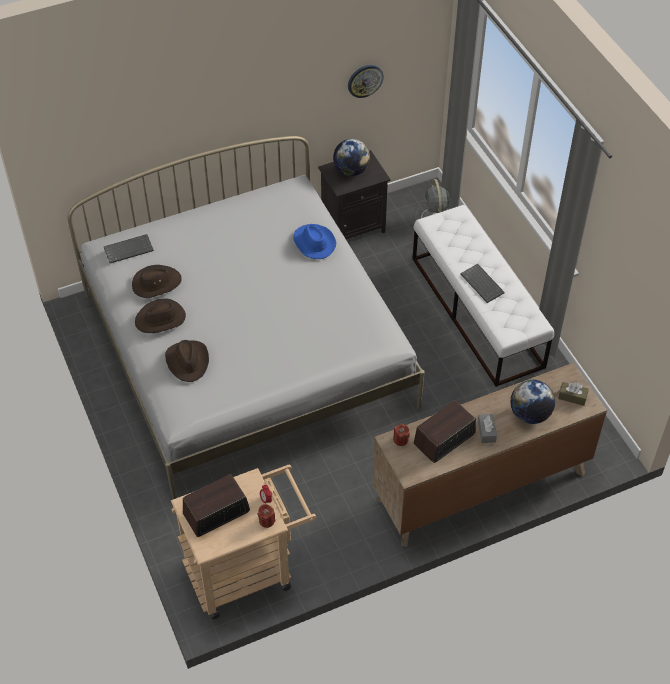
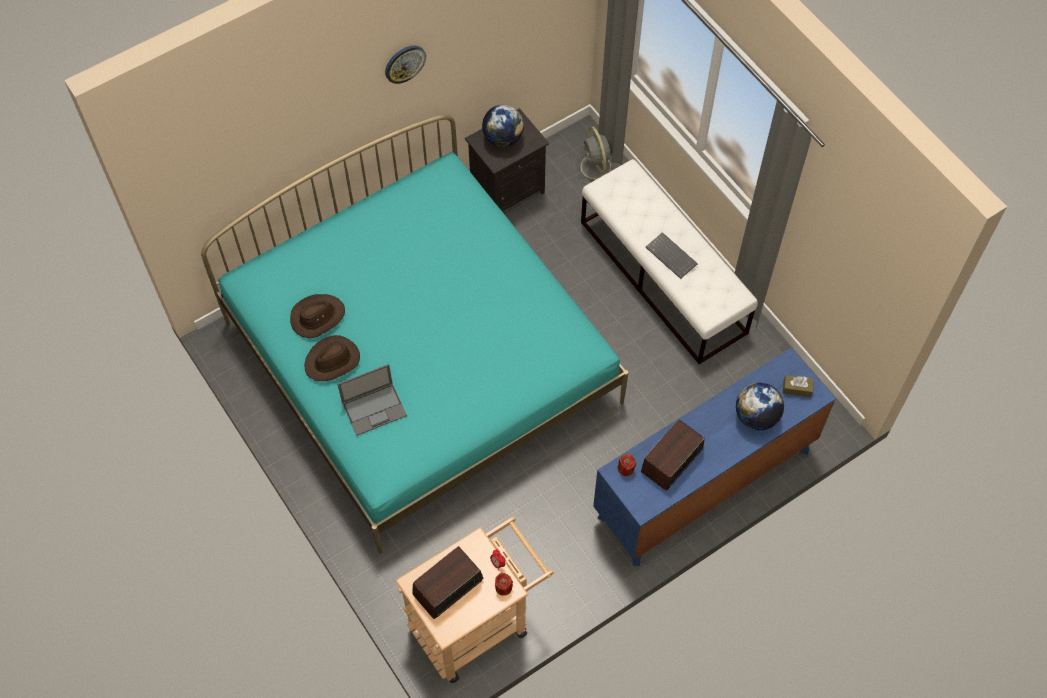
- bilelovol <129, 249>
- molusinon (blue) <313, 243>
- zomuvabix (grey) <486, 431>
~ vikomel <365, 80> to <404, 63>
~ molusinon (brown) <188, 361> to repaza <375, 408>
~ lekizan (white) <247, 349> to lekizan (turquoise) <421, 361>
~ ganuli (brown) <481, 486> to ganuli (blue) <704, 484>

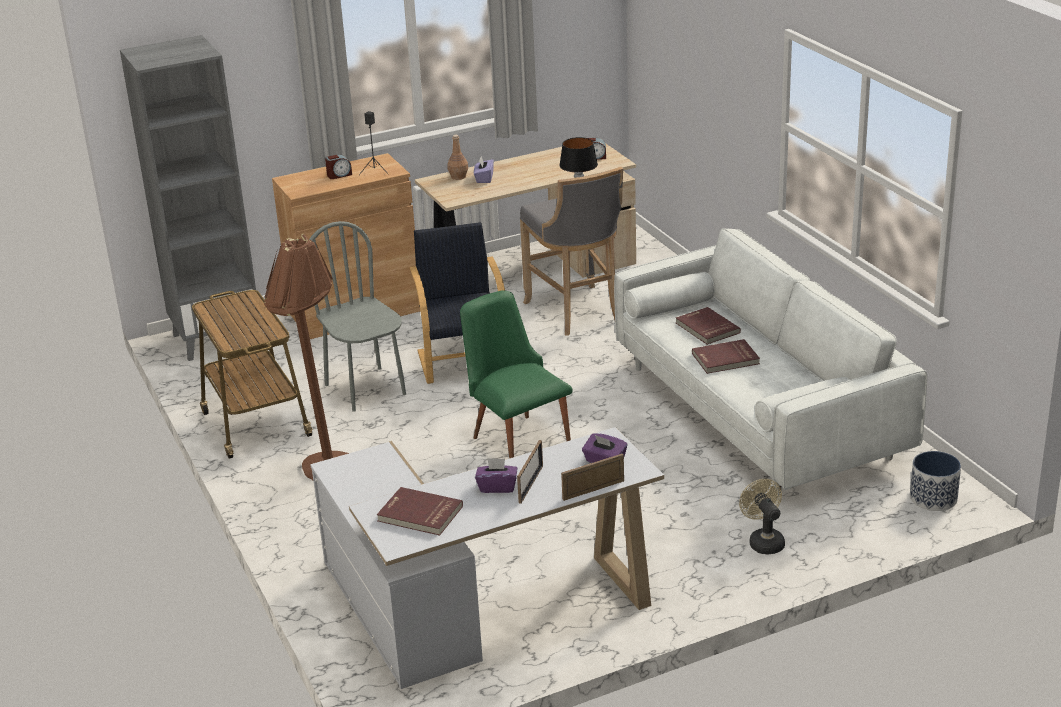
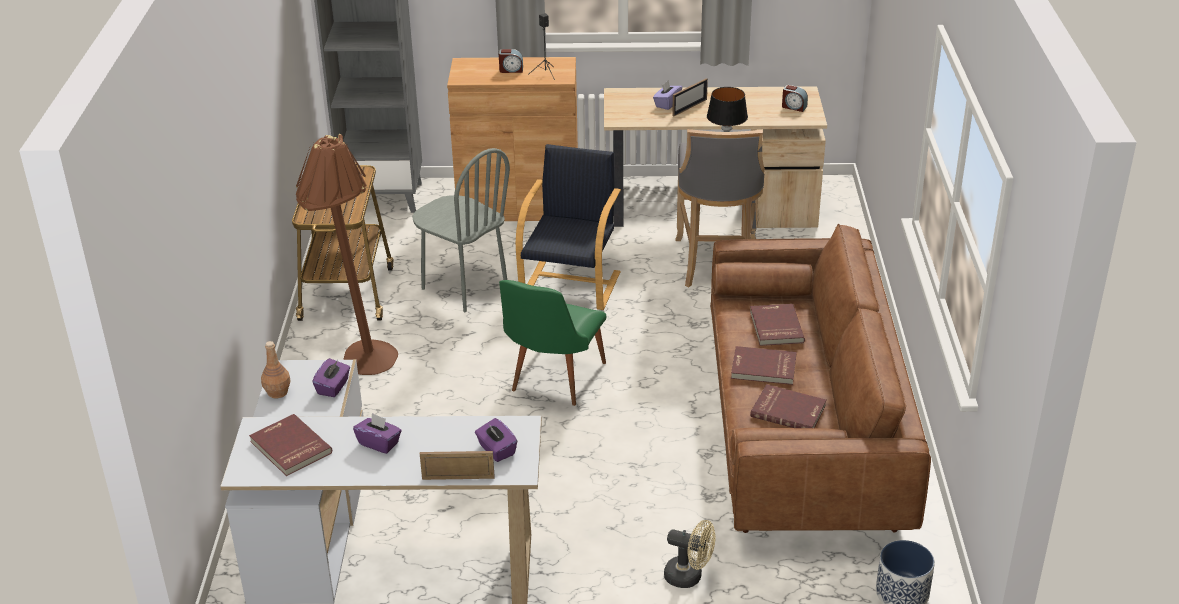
+ zomuvabix (purple) <333, 387>
+ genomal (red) <788, 410>
~ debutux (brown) <458, 177> to <277, 392>
~ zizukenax <531, 484> to <689, 107>
~ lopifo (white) <757, 412> to lopifo (brown) <802, 430>
~ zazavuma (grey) <366, 389> = <464, 287> 135 degrees clockwise
~ zazavuma (green) <516, 437> = <552, 381> 150 degrees counterclockwise
~ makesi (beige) <763, 541> = <689, 577> 105 degrees clockwise

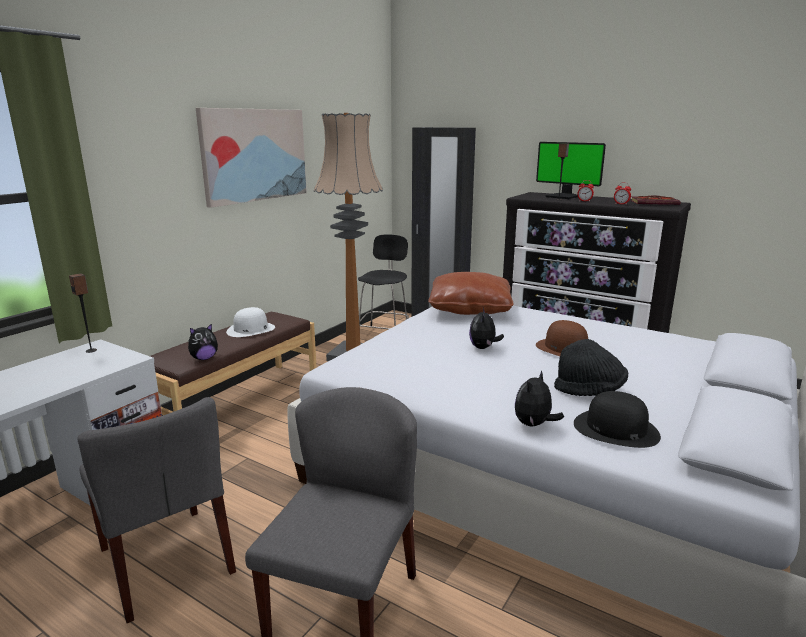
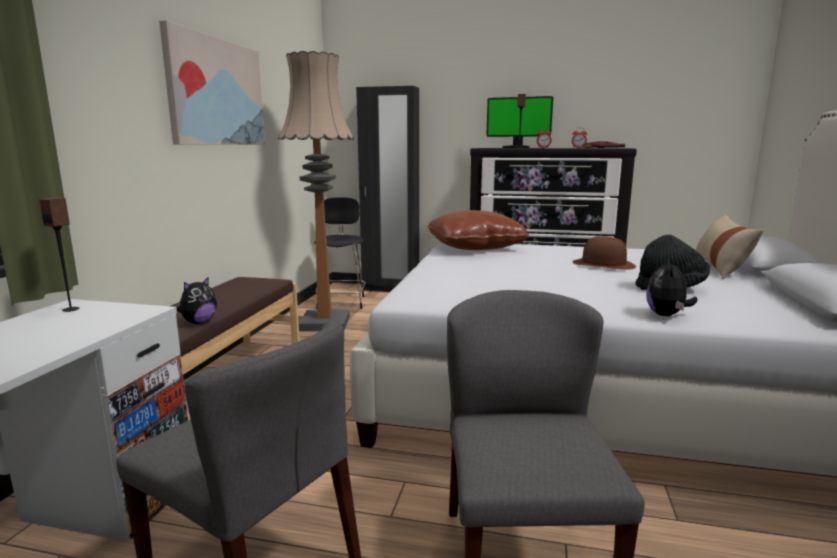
- molusinon (white) <250, 329>
- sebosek <483, 348>
- molusinon (black) <615, 429>
+ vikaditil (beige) <721, 266>

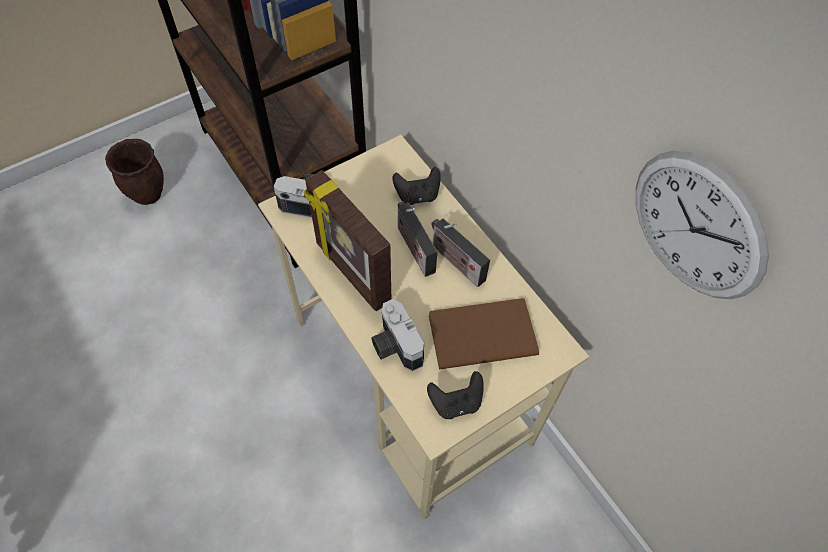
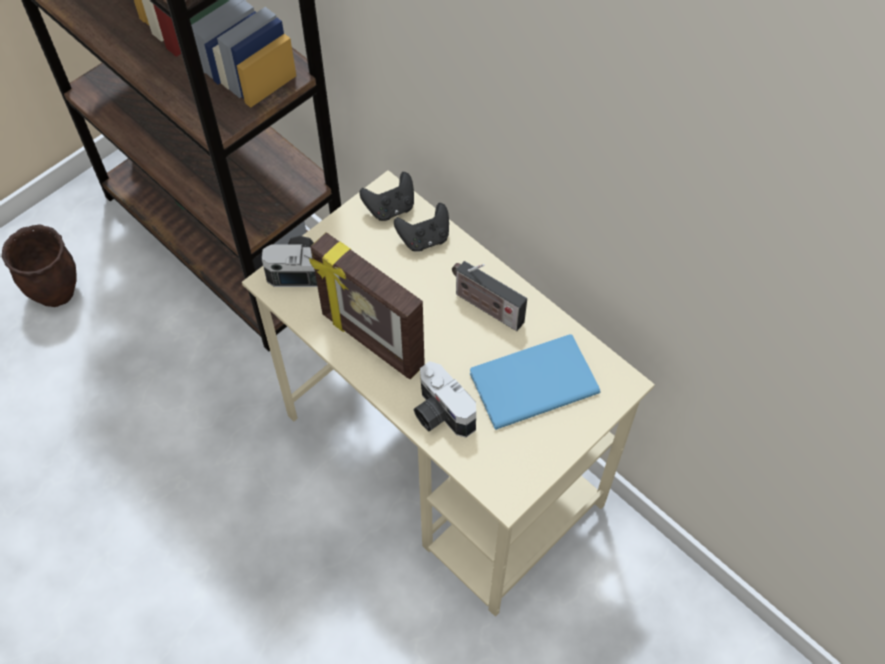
- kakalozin <414, 247>
- vikomel <697, 226>
~ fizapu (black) <456, 402> to <390, 208>
~ genomal (brown) <479, 332> to genomal (blue) <529, 381>

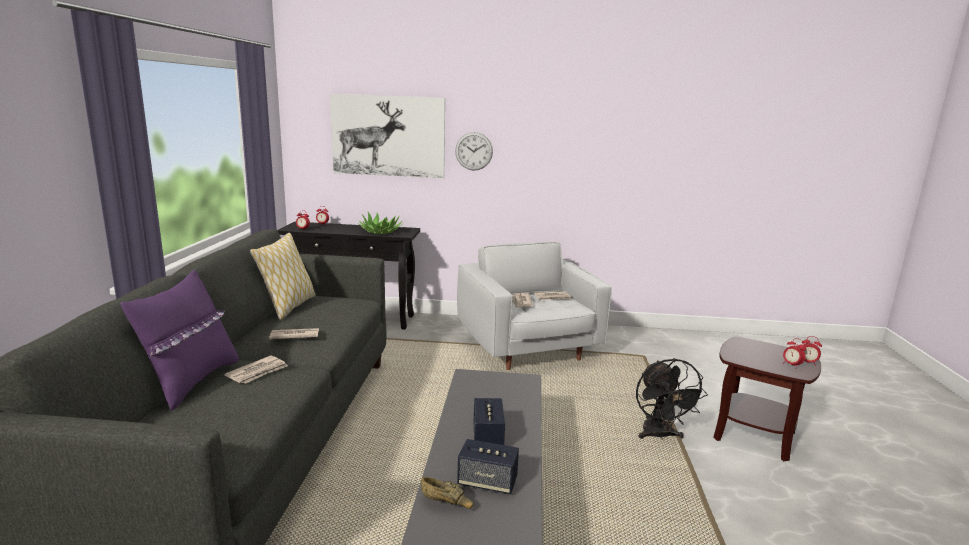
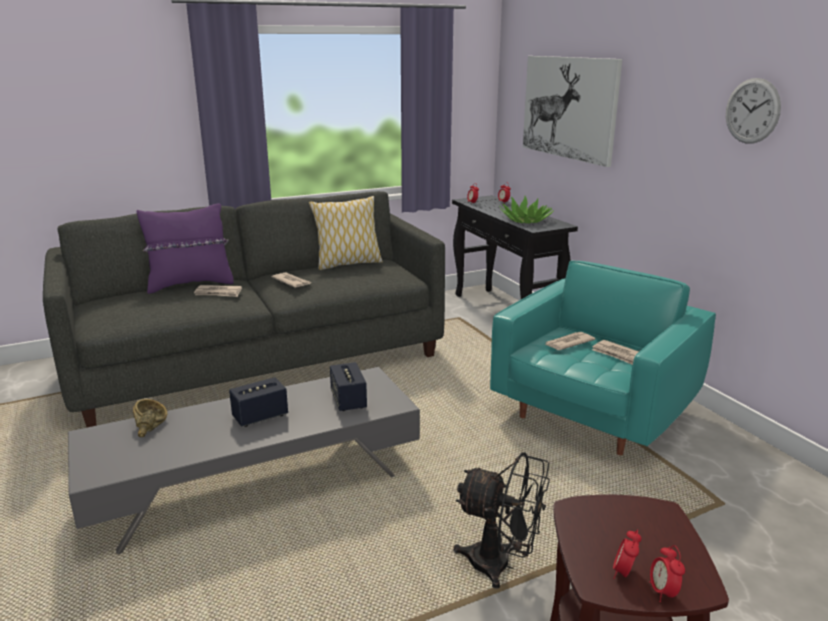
~ vikomel <474, 151> to <752, 111>
~ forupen <487, 482> to <348, 400>
~ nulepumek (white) <528, 349> to nulepumek (turquoise) <593, 414>
~ makesi (black) <659, 436> = <500, 565> 120 degrees counterclockwise

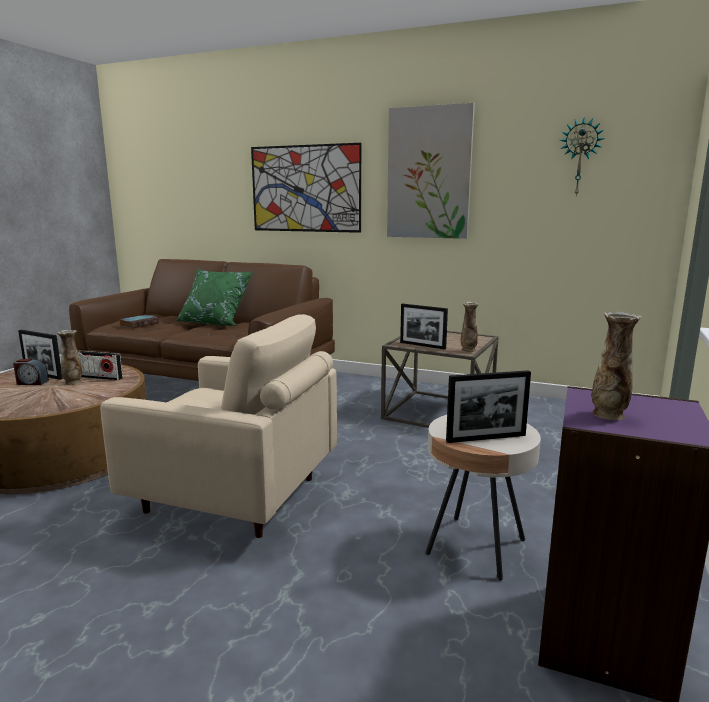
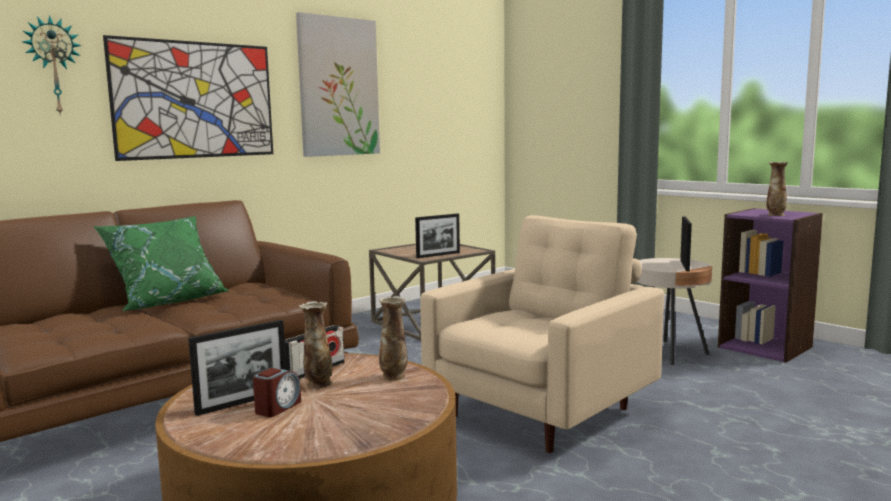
- genomal <140, 324>
~ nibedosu <468, 350> to <393, 377>
~ vikomel <580, 157> to <53, 66>

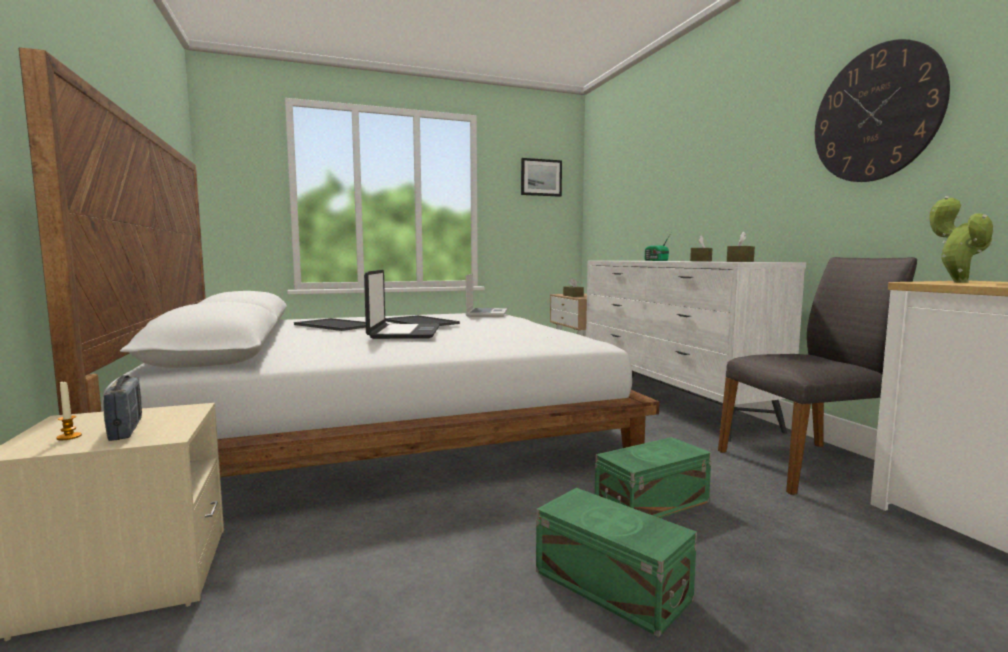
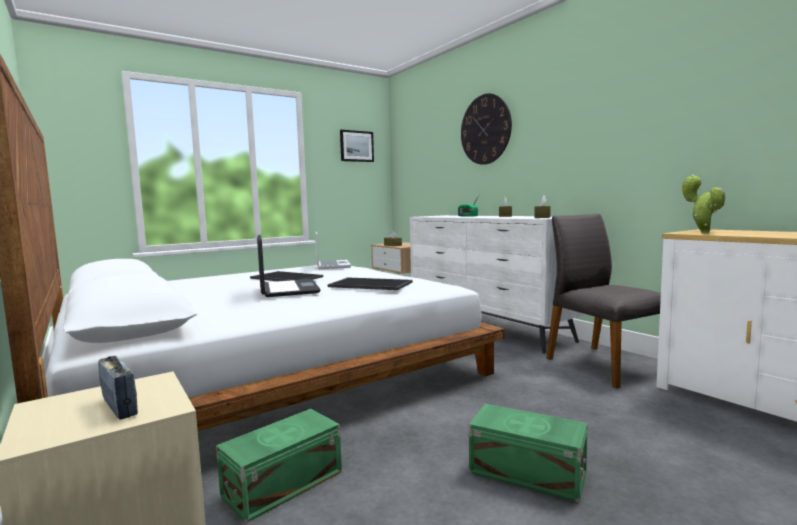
- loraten <69, 437>
~ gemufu <334, 325> to <369, 284>
~ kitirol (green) <649, 503> to <281, 484>
~ vikomel <875, 114> to <485, 129>
~ zazavuma (grey) <806, 465> = <603, 364> 90 degrees counterclockwise

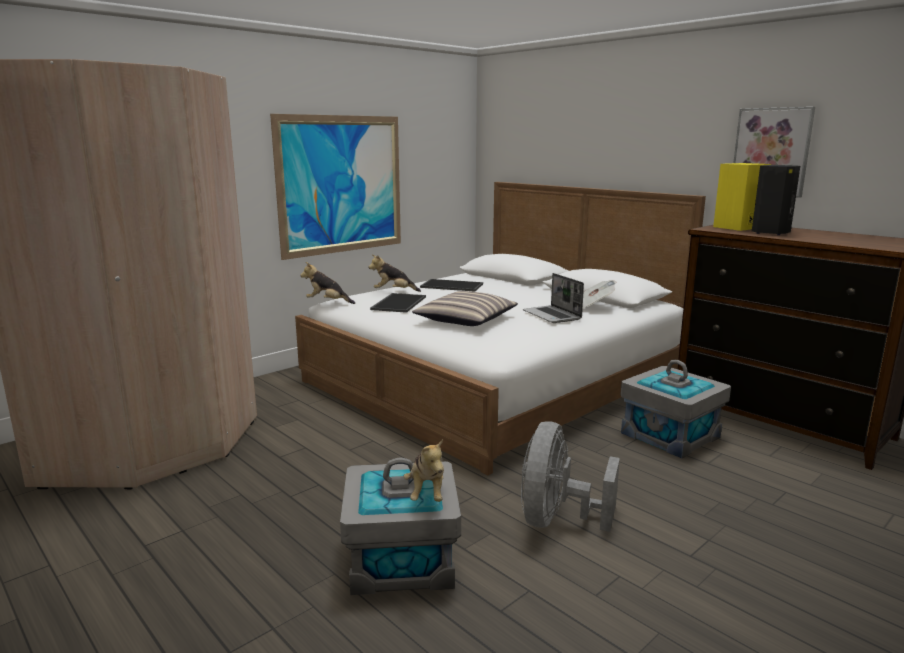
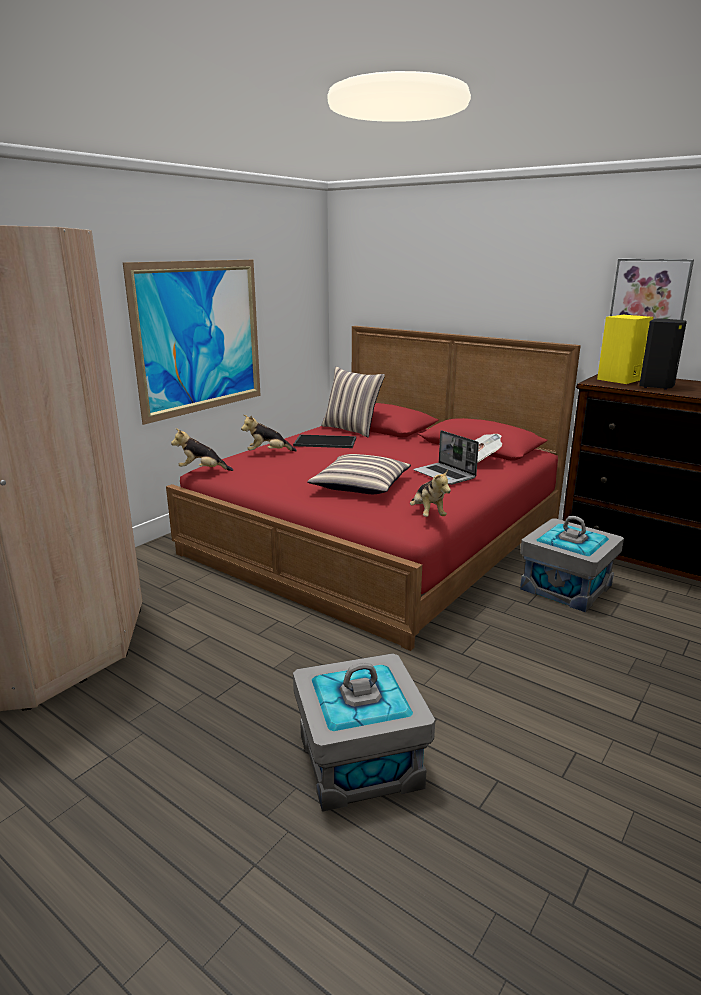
- gemufu <398, 303>
- makesi (grey) <557, 519>
+ vikaditil <351, 429>
~ sebosek <427, 493> to <427, 514>
~ lekizan (white) <494, 379> to lekizan (red) <376, 537>

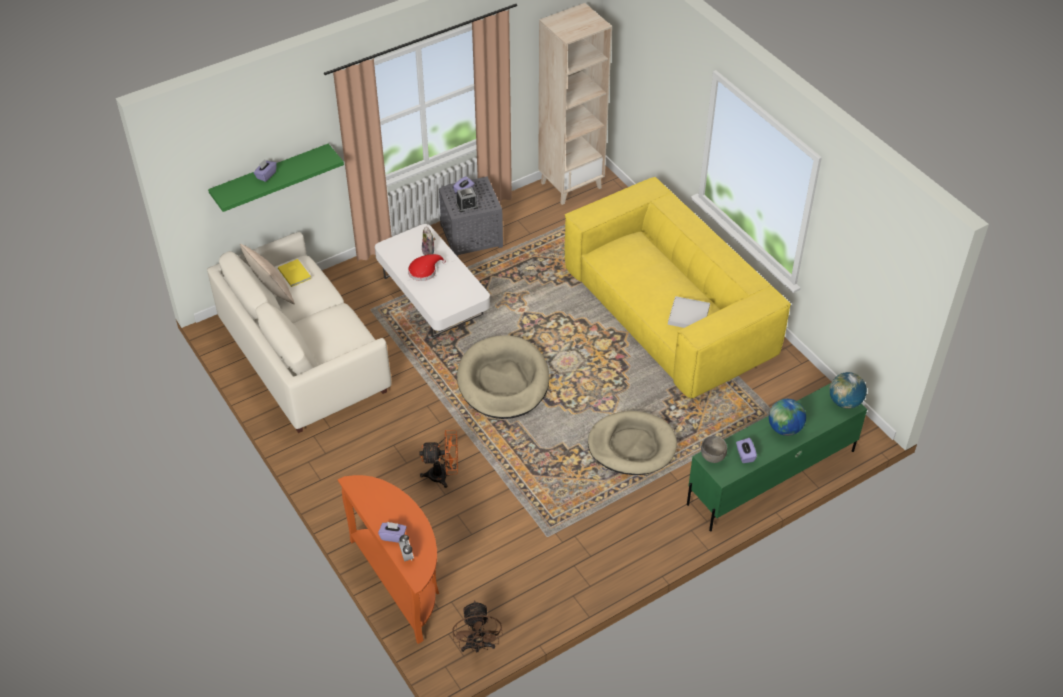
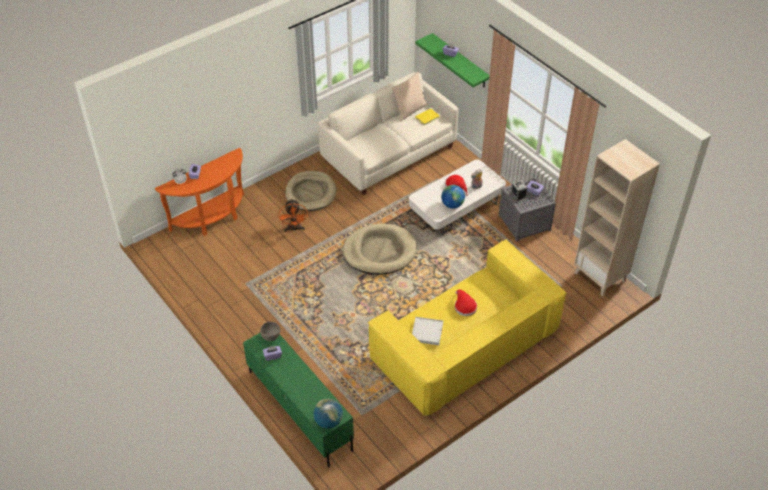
- makesi (brown) <477, 646>
+ molusinon (red) <464, 306>
~ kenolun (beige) <632, 446> to <311, 193>
~ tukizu <784, 429> to <452, 205>

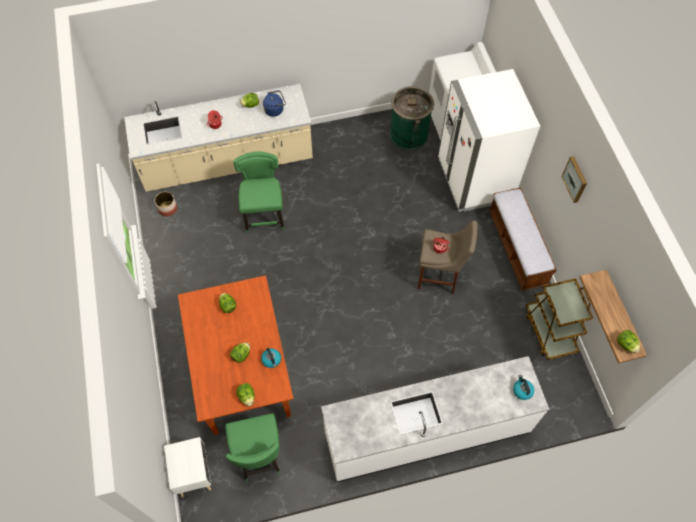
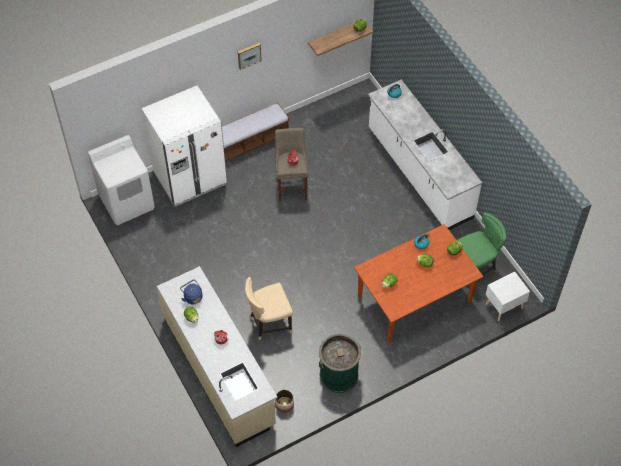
- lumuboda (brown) <550, 331>
~ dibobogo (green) <408, 135> to <339, 375>
~ zazavuma (green) <264, 215> to zazavuma (beige) <269, 323>

